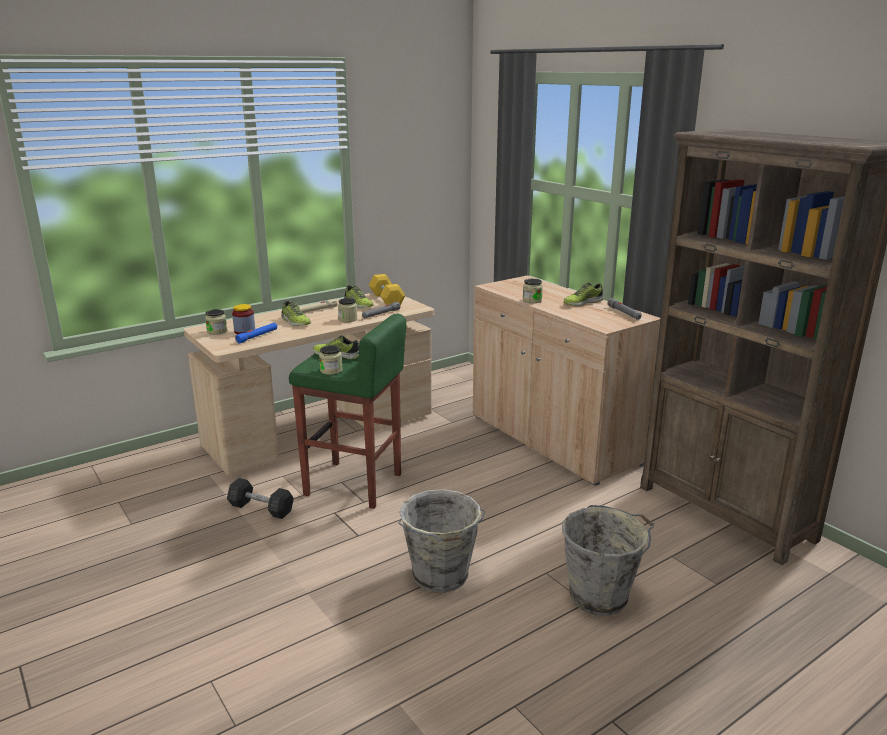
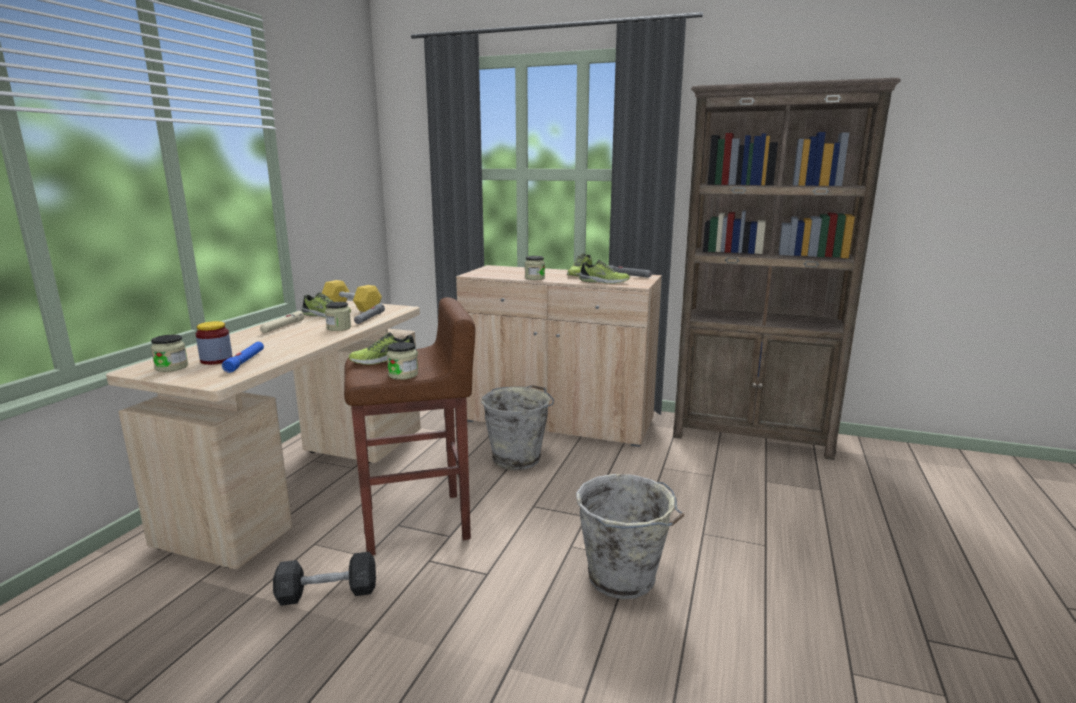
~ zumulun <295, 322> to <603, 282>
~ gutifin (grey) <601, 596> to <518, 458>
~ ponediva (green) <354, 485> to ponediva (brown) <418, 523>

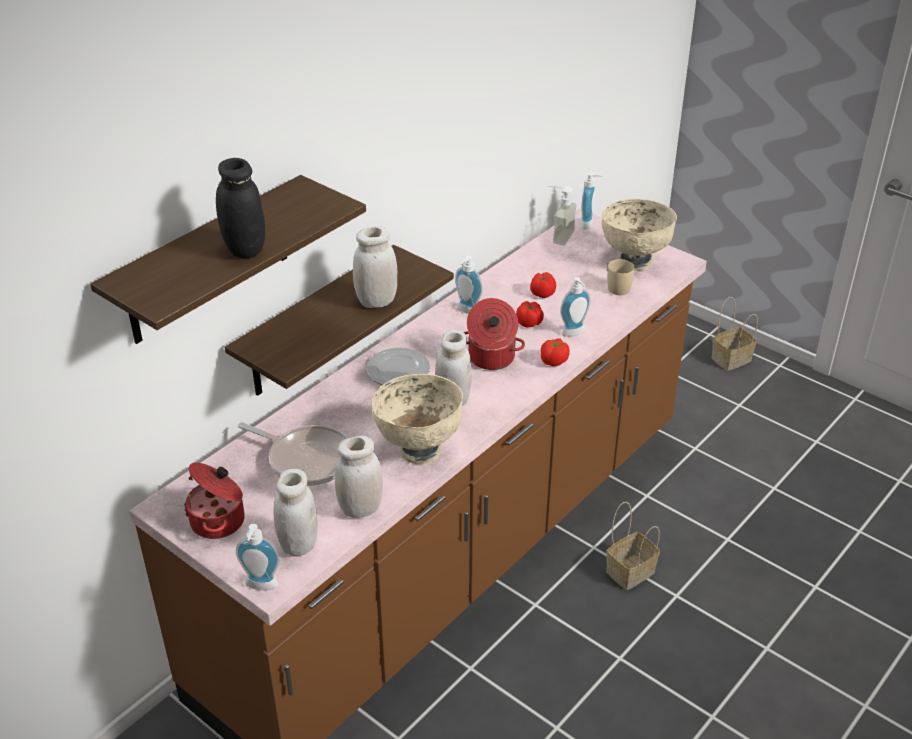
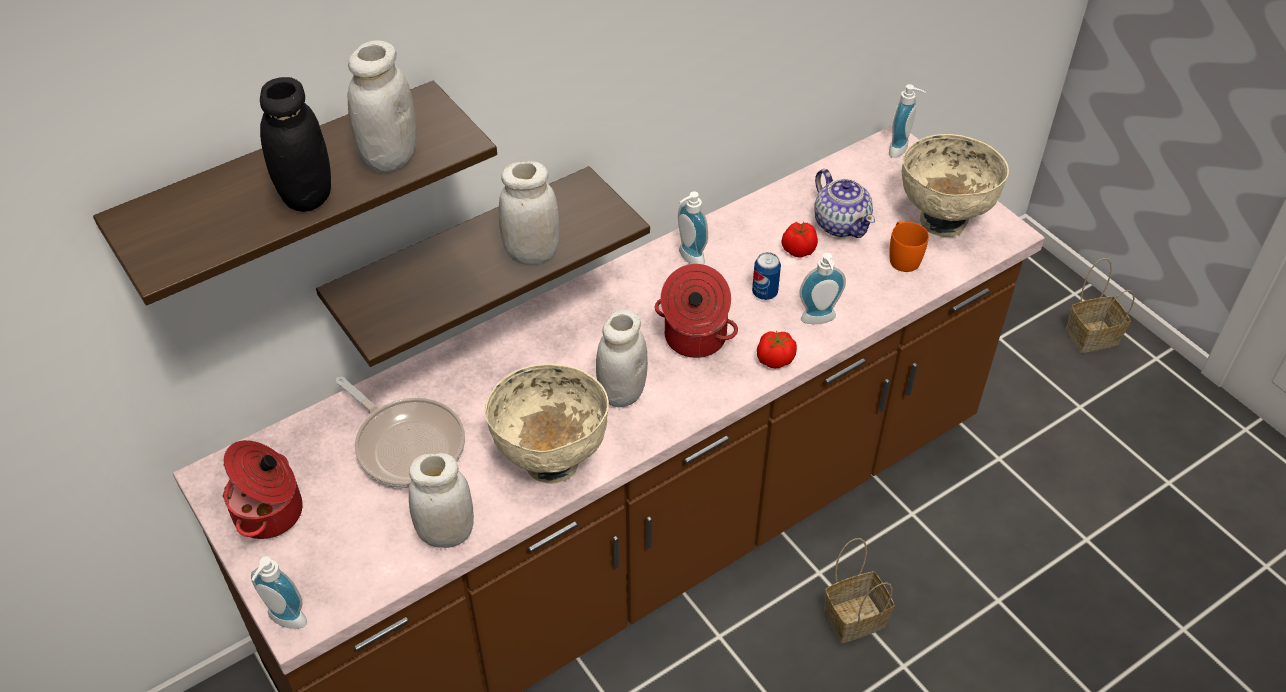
- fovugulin <398, 371>
- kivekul <557, 236>
+ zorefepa <841, 223>
~ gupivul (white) <298, 544> to <389, 157>
~ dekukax <529, 323> to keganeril <764, 293>
~ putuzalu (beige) <616, 286> to putuzalu (orange) <902, 257>

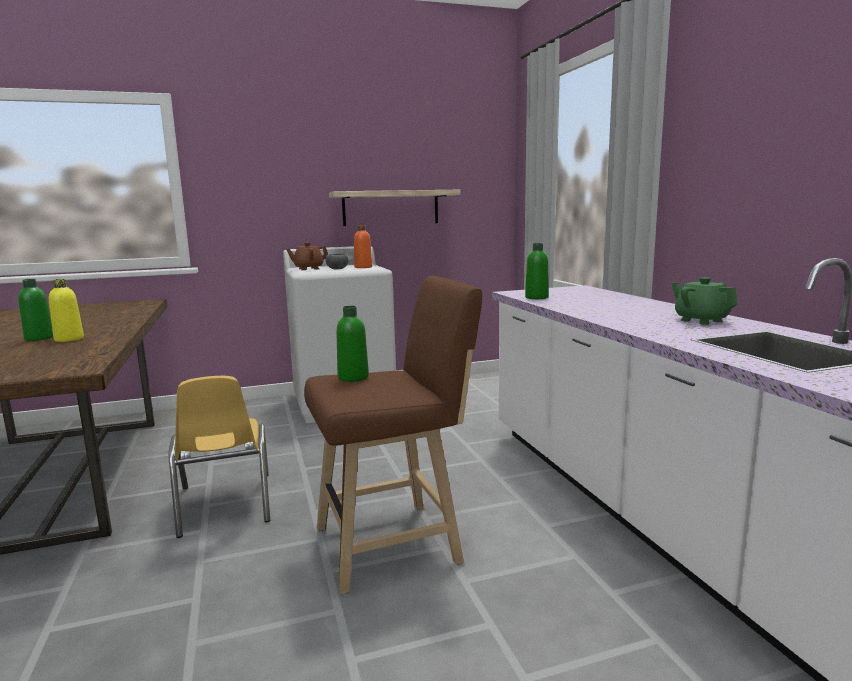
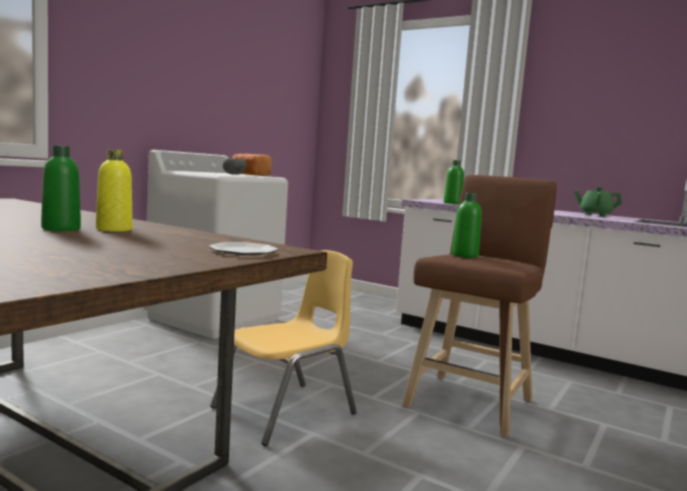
- zorefepa (brown) <308, 269>
- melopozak <391, 208>
+ fovugulin <243, 251>
~ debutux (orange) <363, 267> to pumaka <249, 174>
~ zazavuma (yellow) <224, 504> = <286, 411> 75 degrees counterclockwise

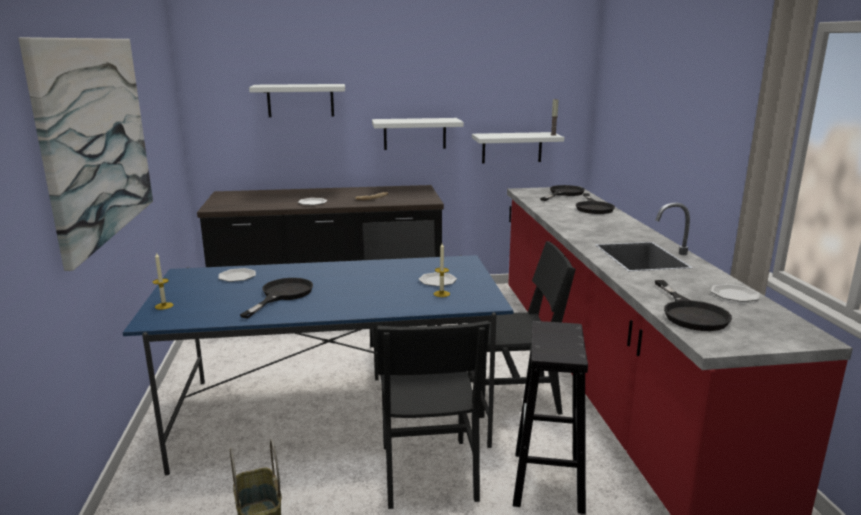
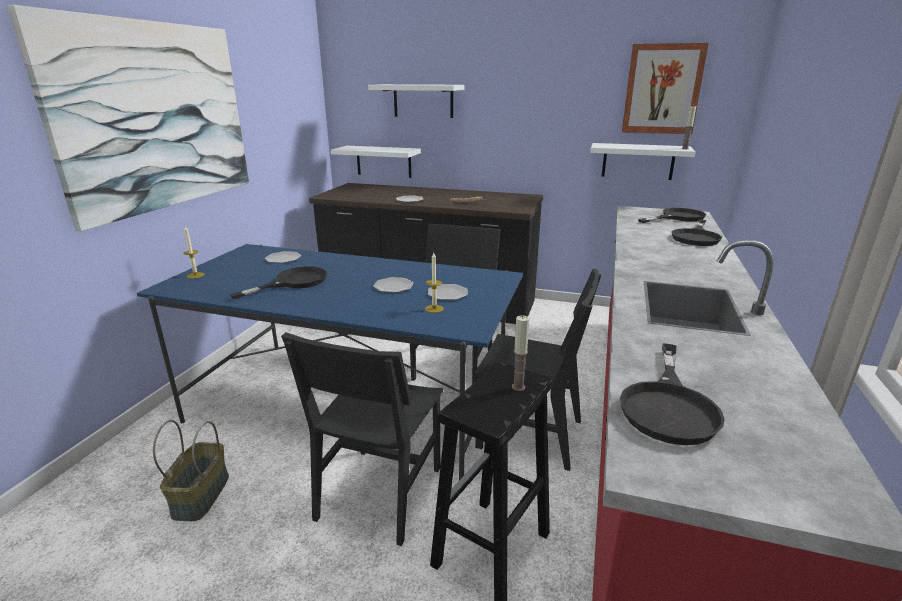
+ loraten <518, 387>
+ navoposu <662, 89>
~ melopozak (white) <414, 133> to <383, 161>
~ fovugulin <735, 295> to <393, 287>

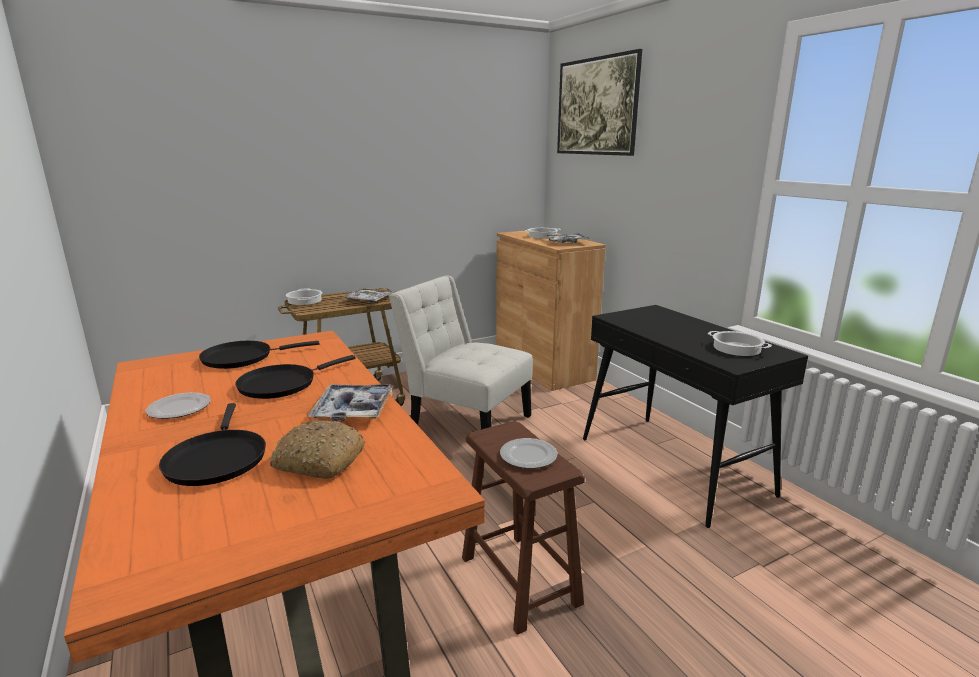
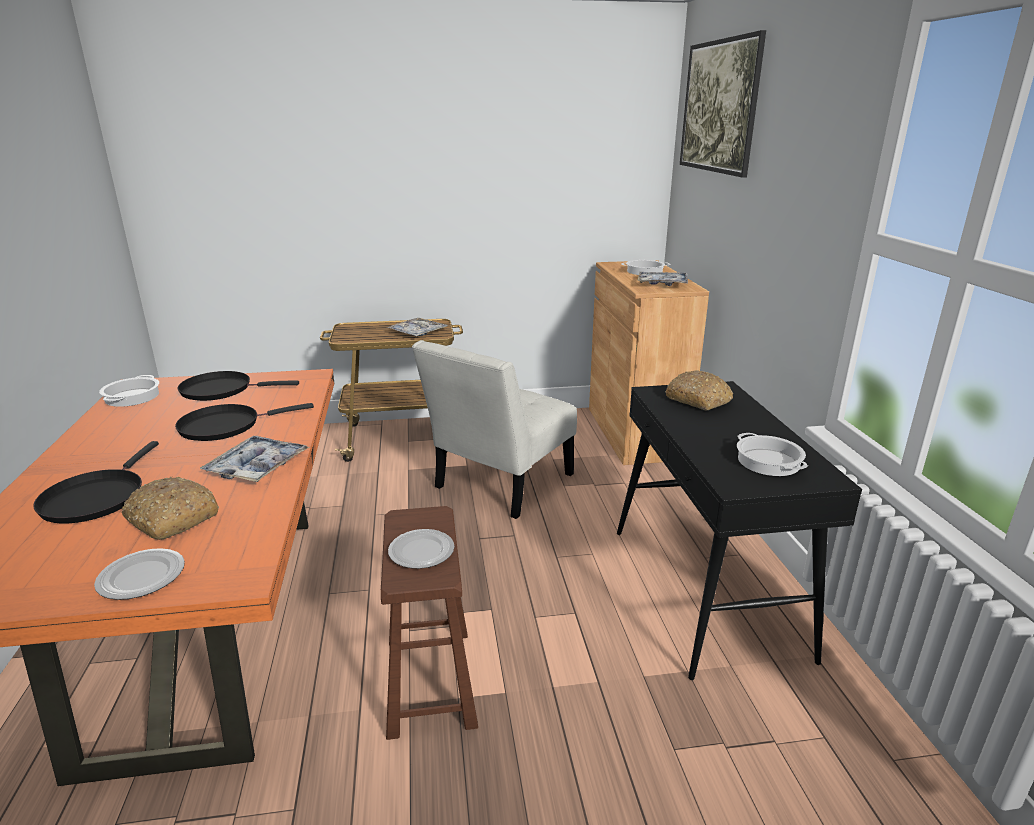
+ pumaka <699, 400>
~ fovugulin <178, 409> to <140, 578>
~ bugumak <304, 300> to <132, 397>
~ zazavuma (white) <465, 420> = <499, 484> 105 degrees counterclockwise

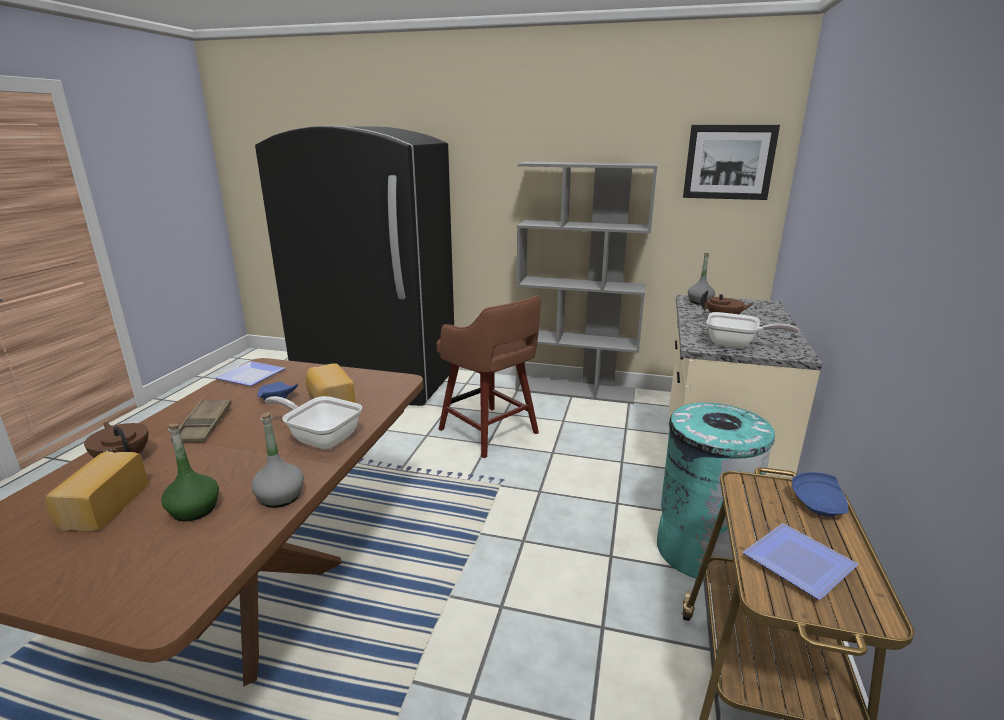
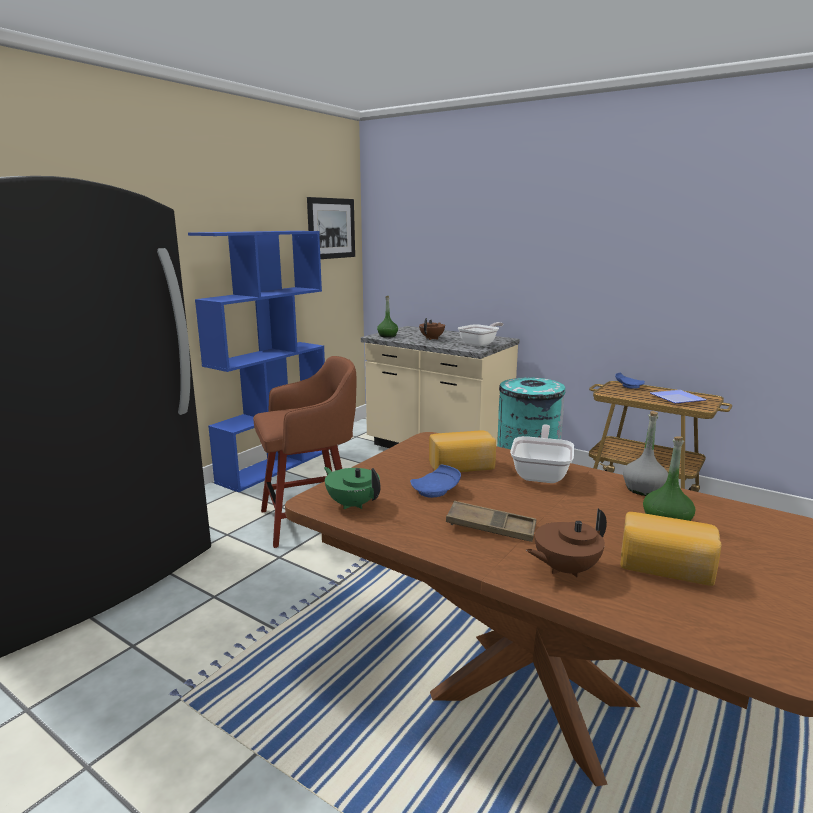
~ fovugulin <254, 375> to zorefepa (green) <352, 504>
~ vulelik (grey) <576, 390> to vulelik (blue) <275, 466>
~ debutux (grey) <699, 302> to debutux (green) <387, 336>
~ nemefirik <320, 438> = <541, 473> 150 degrees clockwise

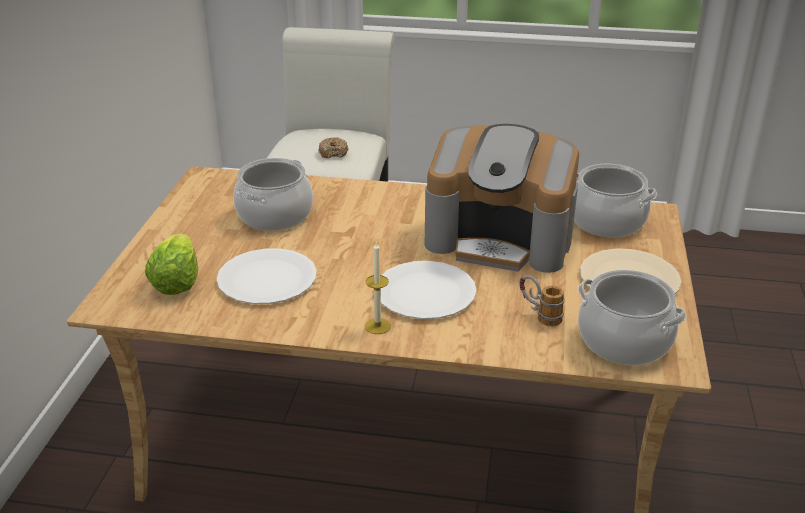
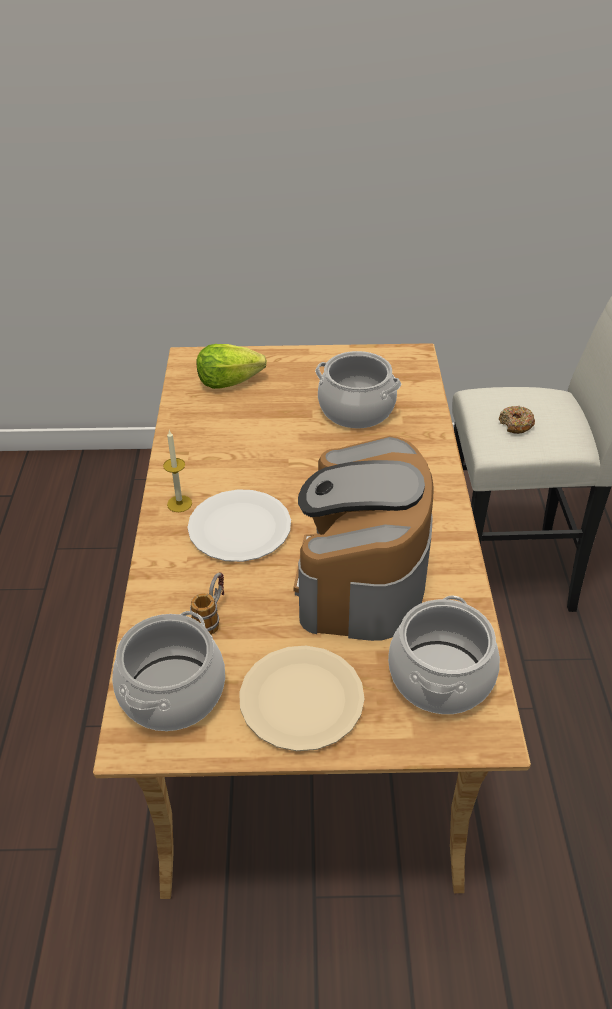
- fovugulin (white) <267, 279>

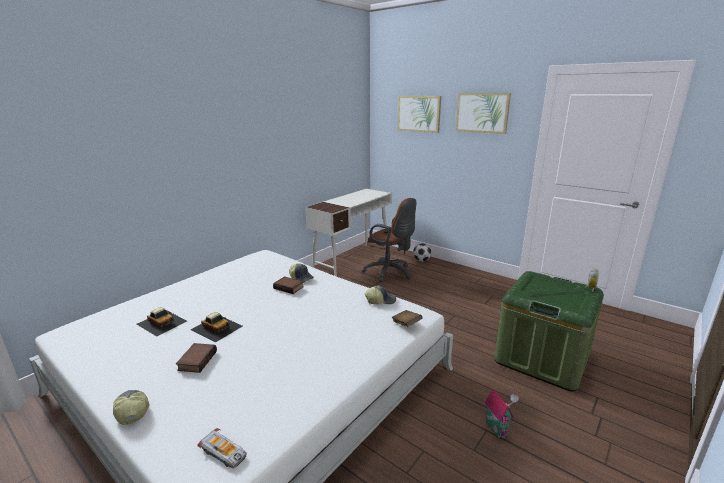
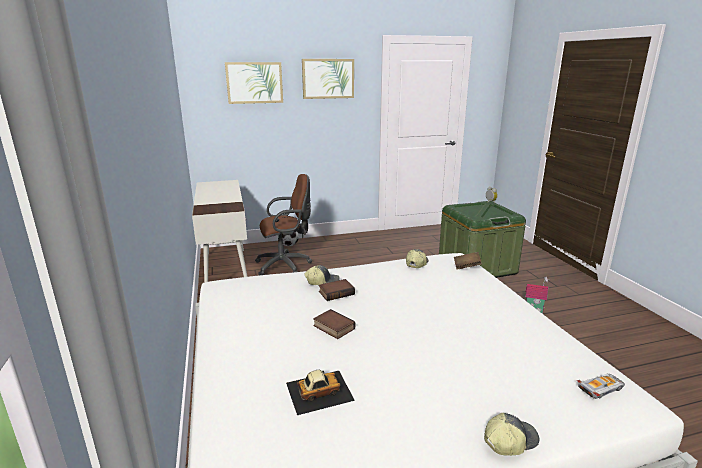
- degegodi <217, 327>
~ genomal <197, 360> to <332, 327>
~ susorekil <131, 410> = <509, 440> 150 degrees clockwise

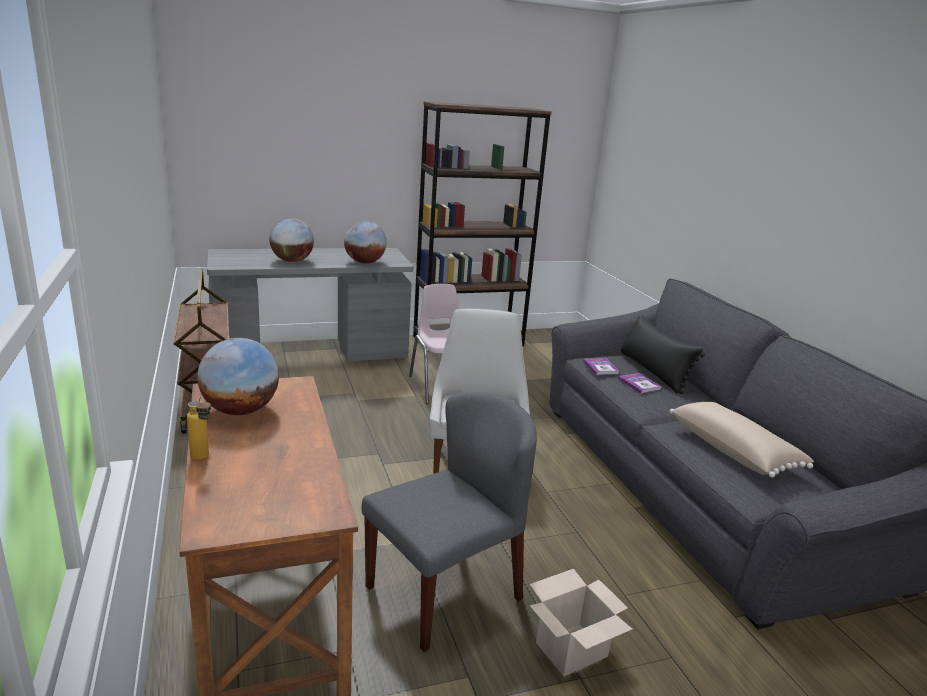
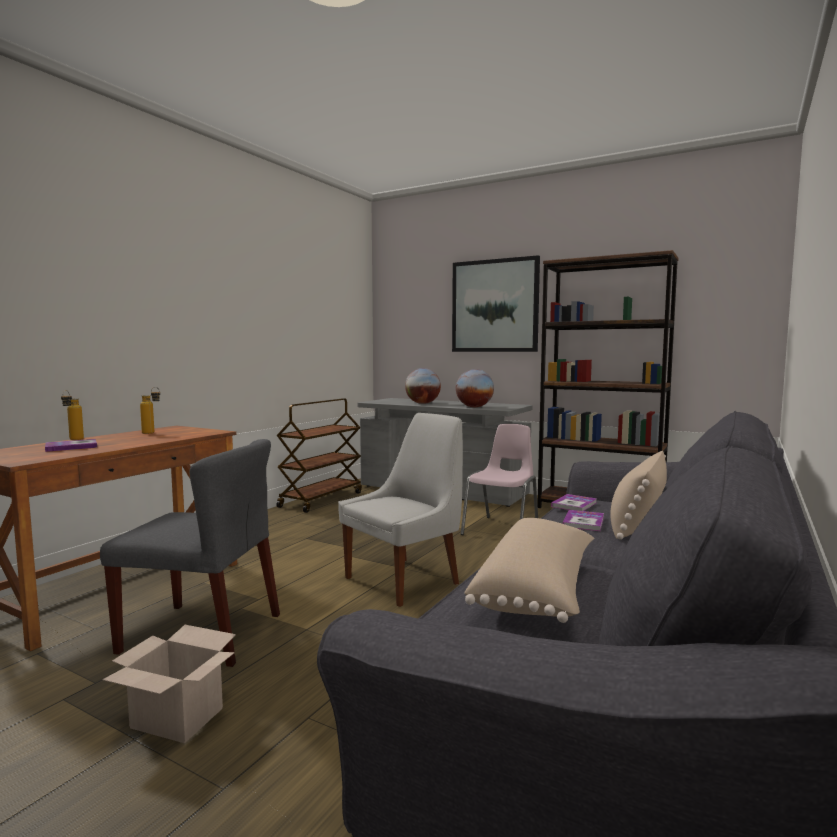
+ genomal <71, 447>
+ navoposu <494, 306>
~ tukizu <240, 410> to debutux <152, 433>
~ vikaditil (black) <653, 372> to vikaditil (beige) <638, 520>

